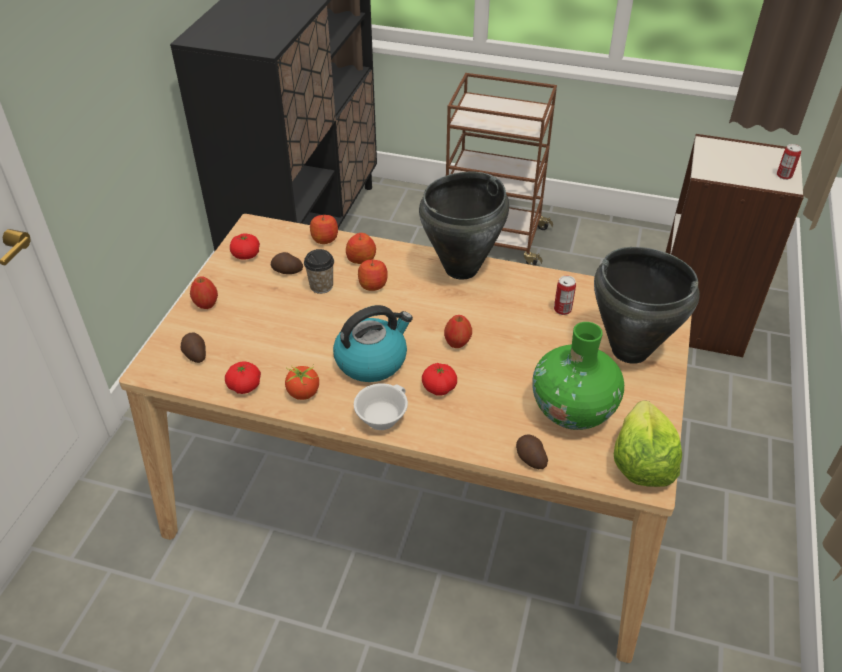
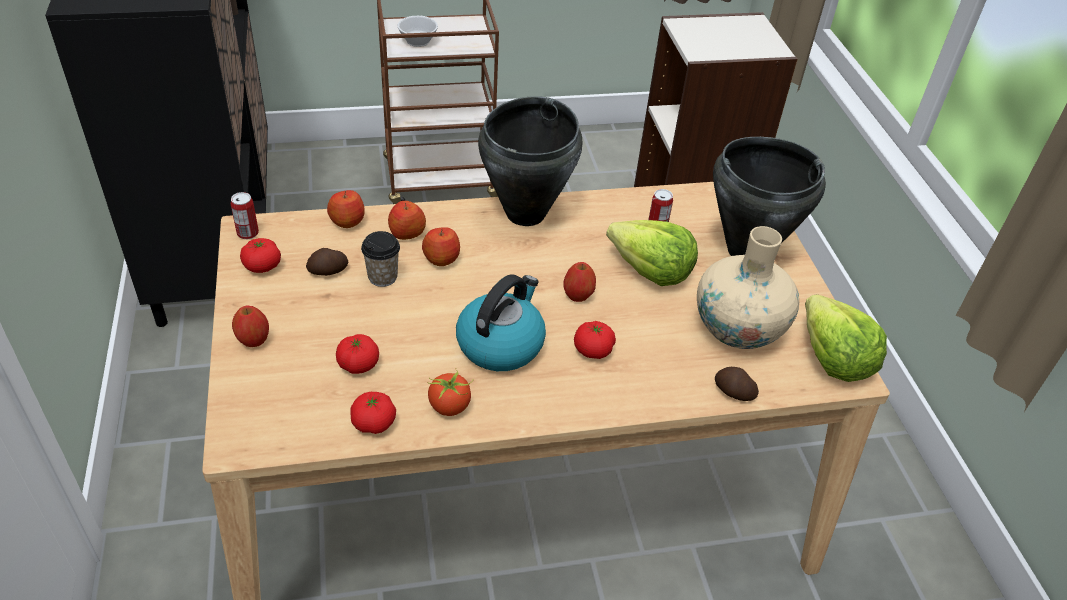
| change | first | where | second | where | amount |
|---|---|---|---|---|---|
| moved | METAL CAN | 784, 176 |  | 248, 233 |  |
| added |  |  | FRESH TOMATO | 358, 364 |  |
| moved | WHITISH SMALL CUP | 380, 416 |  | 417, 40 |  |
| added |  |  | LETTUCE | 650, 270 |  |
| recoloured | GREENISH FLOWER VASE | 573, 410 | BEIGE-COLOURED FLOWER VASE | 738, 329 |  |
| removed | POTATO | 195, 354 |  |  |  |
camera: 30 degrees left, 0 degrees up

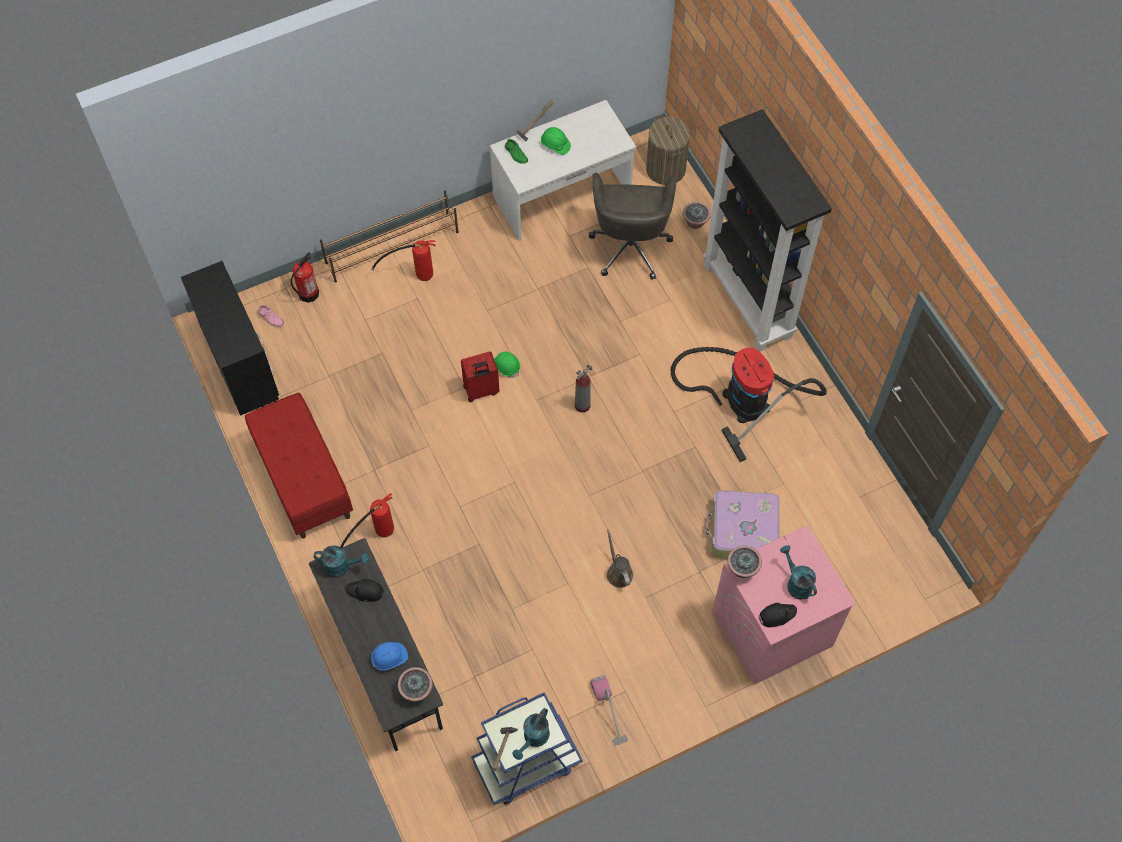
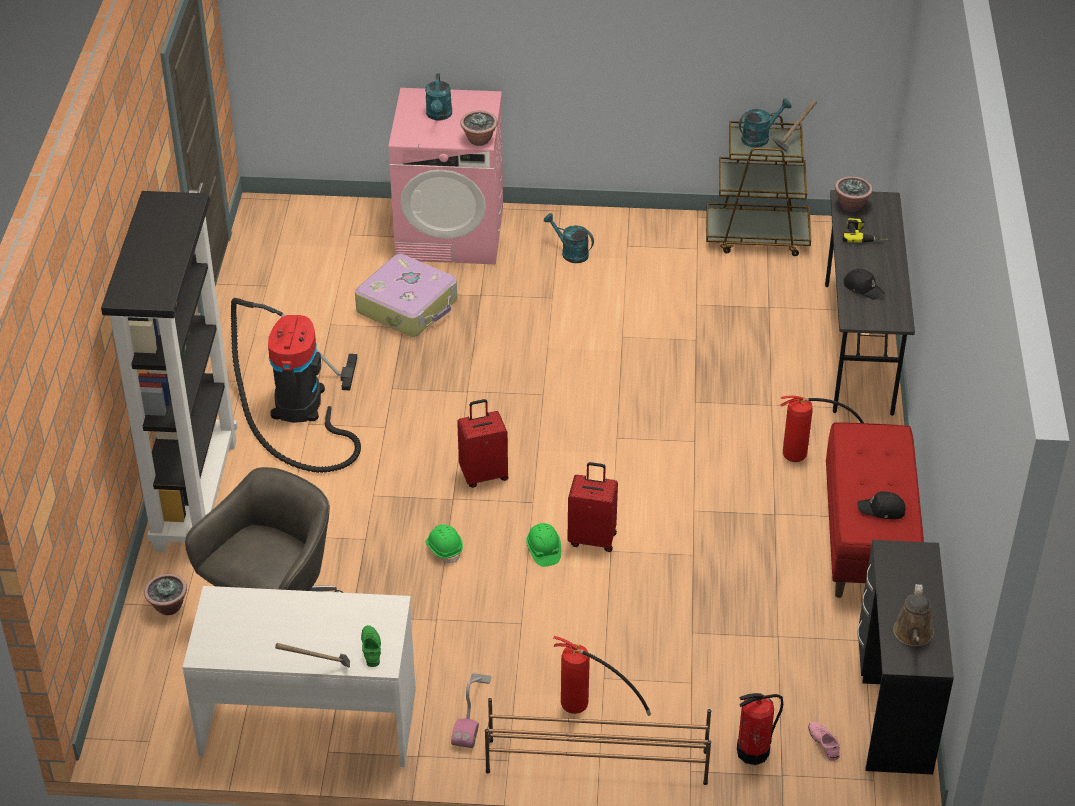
| change | first | where | second | where | amount |
|---|---|---|---|---|---|
| moved | GREENISH SAFETY HELMET | 555, 145 |  | 444, 549 |  |
| moved | VACUUM CLEANER | 609, 711 |  | 472, 712 |  |
| replaced | FIRE-FIGHTING CYLINDER | 582, 405 | RED-COLOURED PIECE OF LUGGAGE | 483, 474 |  |
| moved | BLUE-GREEN SPRINKLING CAN | 341, 566 |  | 570, 253 |  |
| recoloured | BLUE-COLOURED CART | 526, 763 | BROWN-COLOURED CART | 757, 236 |  |
| replaced | BLUE-COLOURED SAFETY HELMET | 390, 658 | DRILL | 865, 234 |  |
| moved | BLACKISH PEAKED CAP | 776, 615 |  | 882, 510 |  |
| moved | BROWN-COLOURED SPRINKLING CAN | 618, 572 |  | 913, 635 |  |
| removed | WASHING BASKET | 665, 169 |  |  |  |
camera: 150 degrees left, 20 degrees down

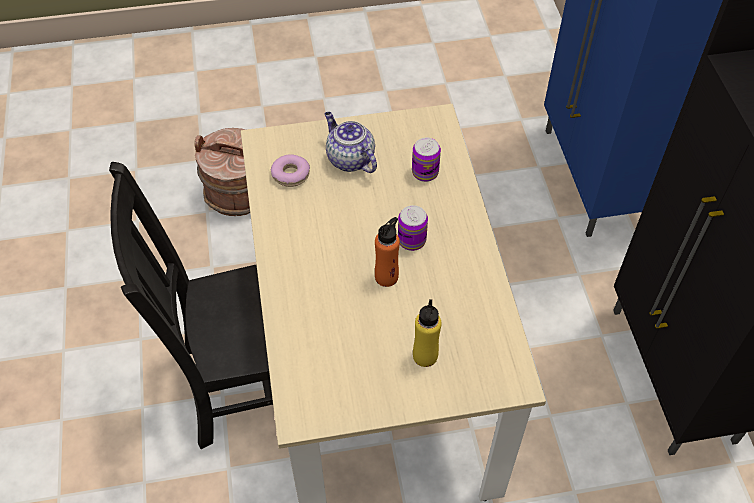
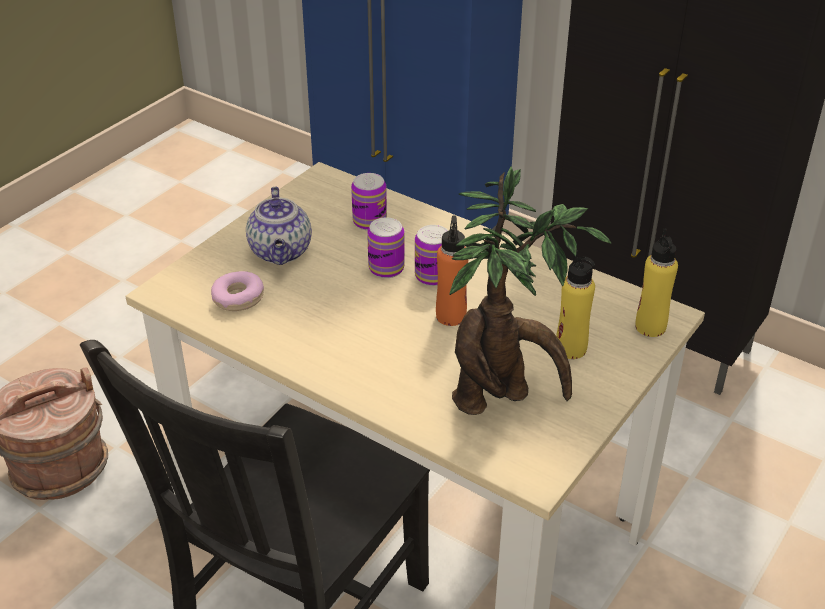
| change | first | where | second | where | amount |
|---|---|---|---|---|---|
| turned | TEA POT | 349, 159 |  | 281, 252 | 105 degrees counterclockwise |
| added |  |  | METAL CAN | 386, 268 |  |
| added |  |  | POTTED PLANT | 502, 398 |  |
| added |  |  | YELLOWISH BOTTLE | 650, 327 |  |
camera: 45 degrees left, 15 degrees down

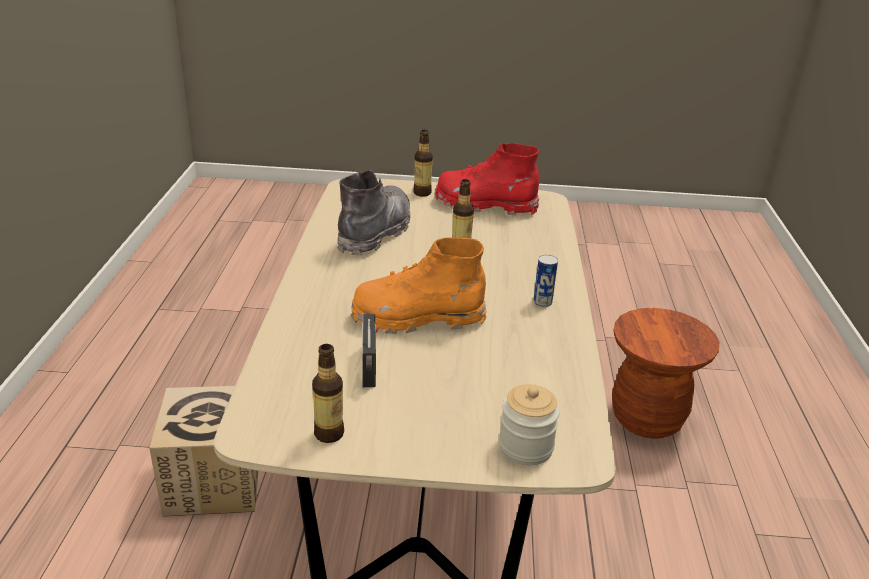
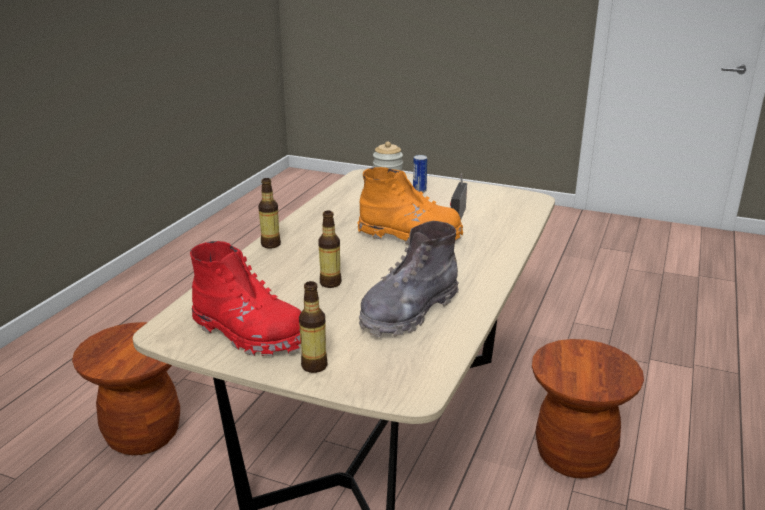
| change | first | where | second | where | amount |
|---|---|---|---|---|---|
| moved | BOTTLE | 329, 434 |  | 270, 244 |  |
| moved | METAL CAN | 542, 302 |  | 419, 191 |  |
| replaced | PACKING BOX | 214, 481 | BROWN-COLOURED STOOL SEAT | 574, 456 |  |
camera: 160 degrees left, 5 degrees down

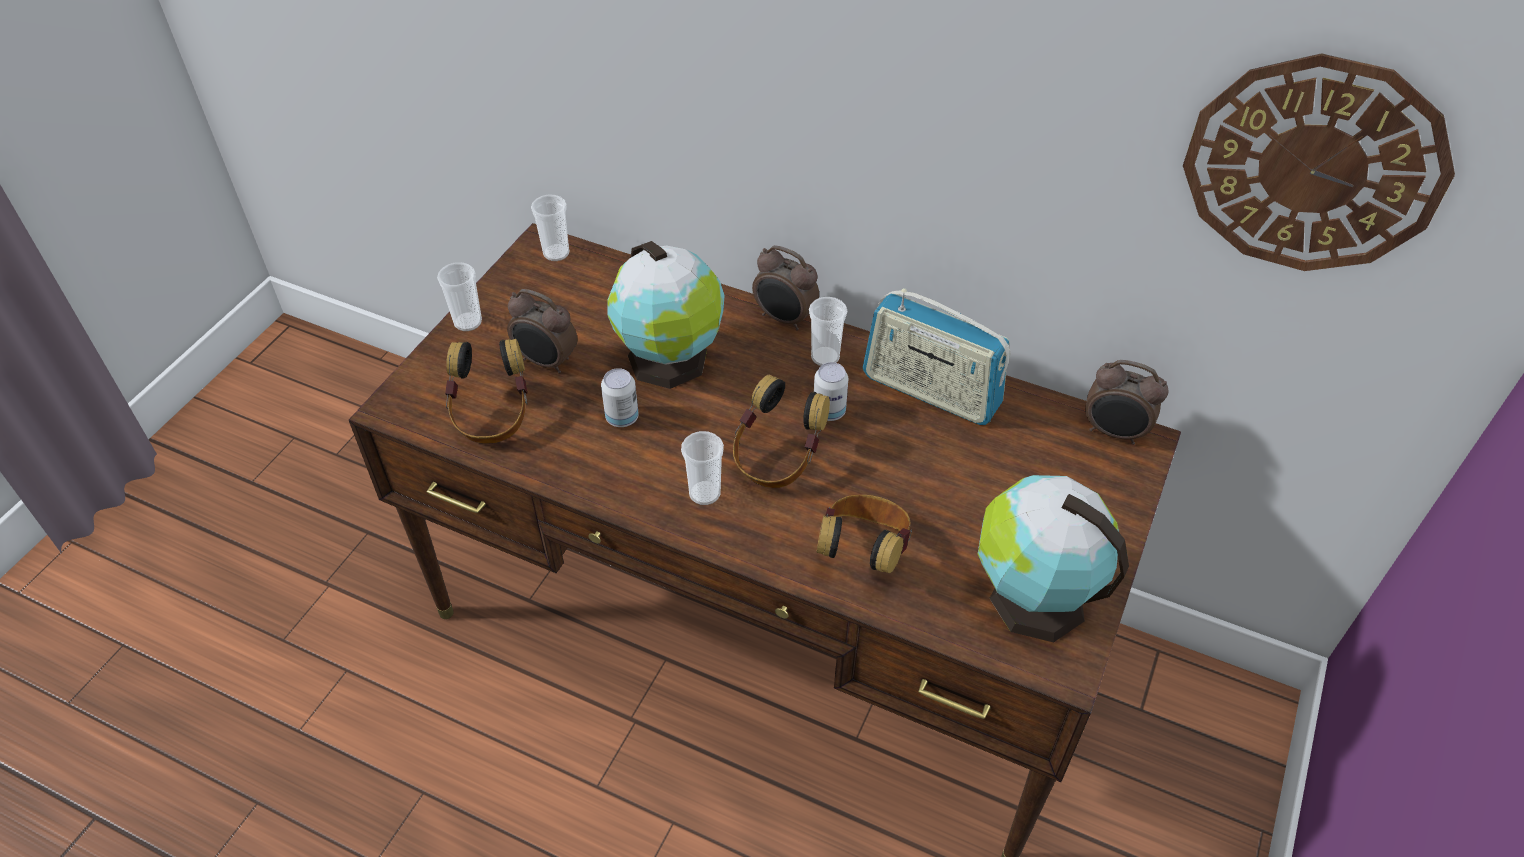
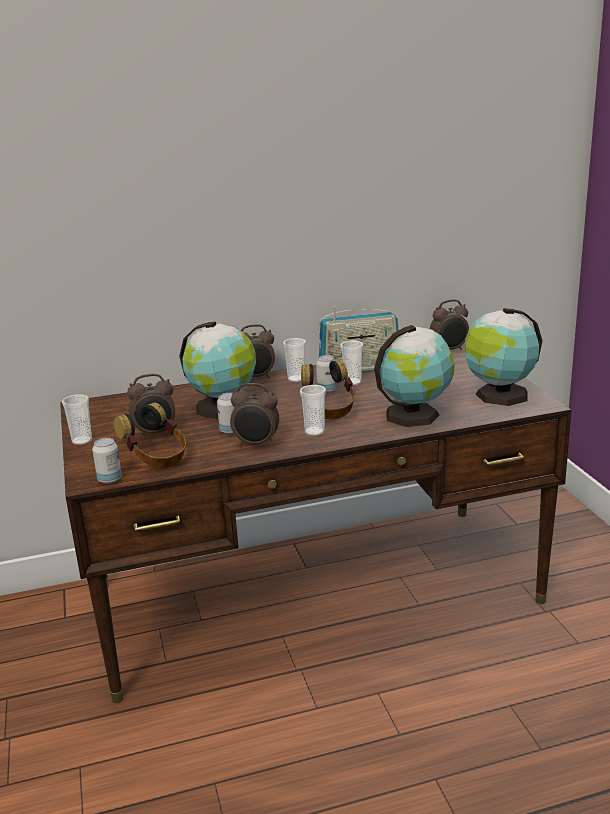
| change | first | where | second | where | amount |
|---|---|---|---|---|---|
| added |  |  | METAL CAN | 109, 479 |  |
| added |  |  | TABLE CLOCK | 256, 444 |  |
| moved | SMALL CUP | 556, 253 |  | 352, 382 |  |
| replaced | HEADSET | 863, 551 | DESK GLOBE | 414, 414 |  |
| removed | WALL CLOCK | 1313, 166 |  |  |  |
camera: 40 degrees left, 25 degrees down

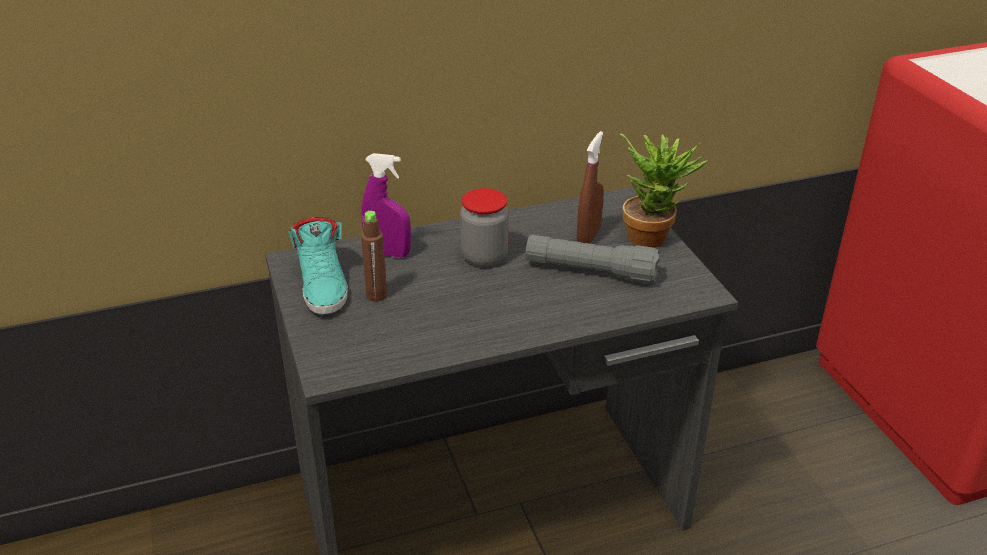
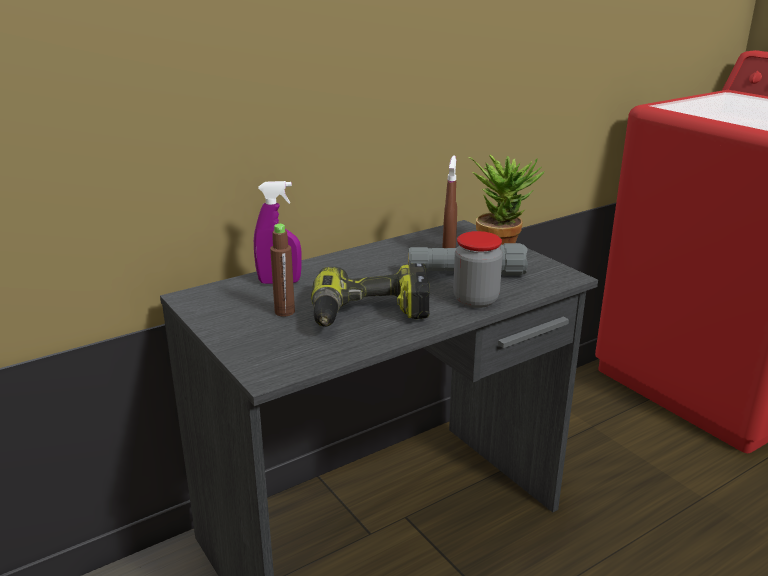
| change | first | where | second | where | amount |
|---|---|---|---|---|---|
| added |  |  | DRILL | 369, 314 |  |
| moved | JAR | 484, 257 |  | 475, 300 |  |
| removed | BLUE-GREEN LOW SHOE | 323, 284 |  |  |  |
camera: 15 degrees left, 10 degrees down

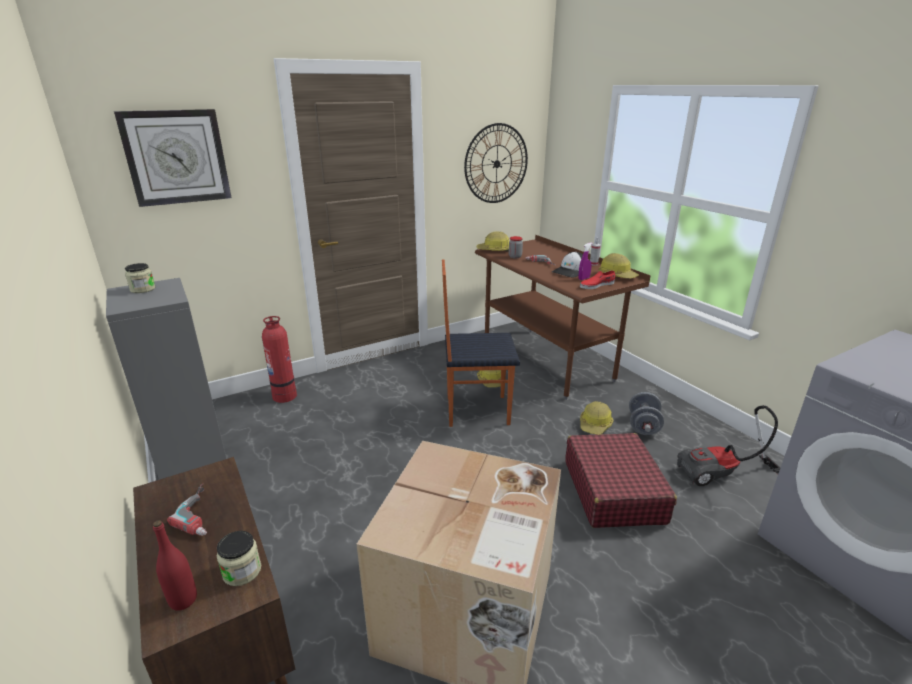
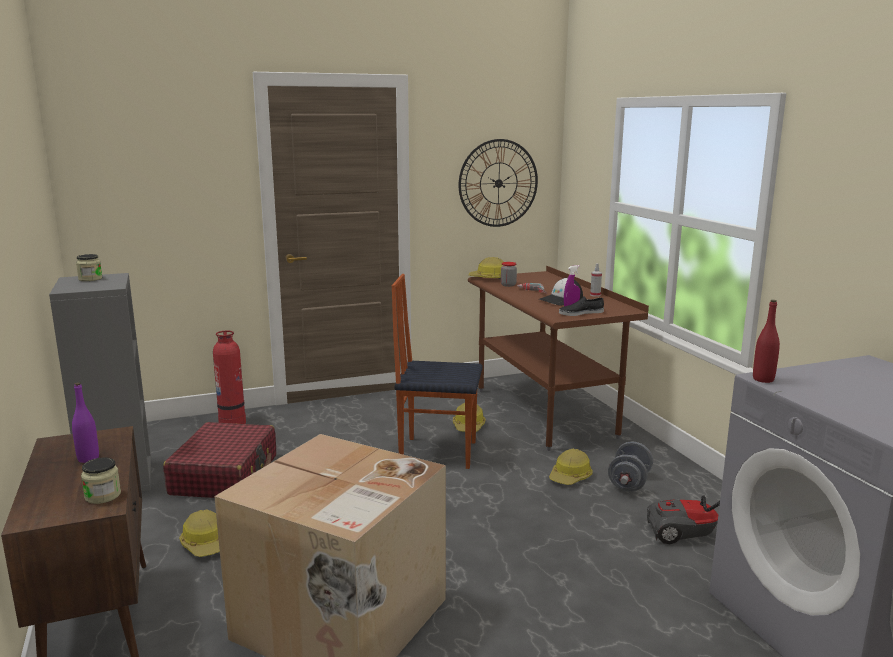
| change | first | where | second | where | amount |
|---|---|---|---|---|---|
| replaced | DRILL | 203, 513 | PURPLE-COLOURED BOTTLE | 88, 458 |  |
| moved | RED-COLOURED PIECE OF LUGGAGE | 613, 491 |  | 225, 475 |  |
| moved | SAFETY HELMET | 617, 275 |  | 206, 544 |  |
| recoloured | RED-COLOURED LOW SHOE | 596, 285 | BLACKISH LOW SHOE | 580, 313 |  |
| moved | RED-COLOURED BOTTLE | 183, 600 |  | 763, 379 |  |
| removed | WALL CLOCK | 176, 157 |  |  |  |
camera: 10 degrees right, 10 degrees down

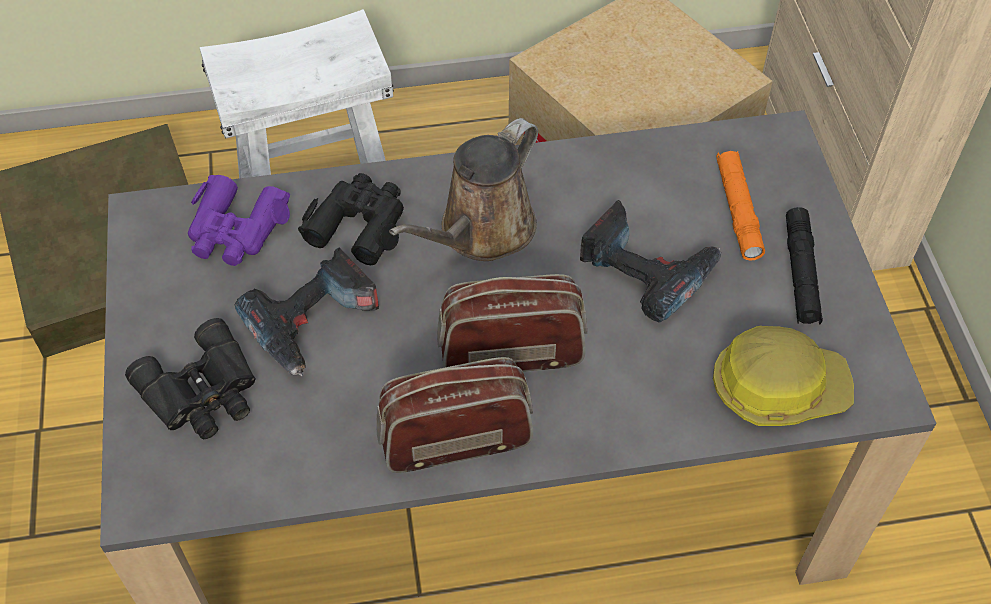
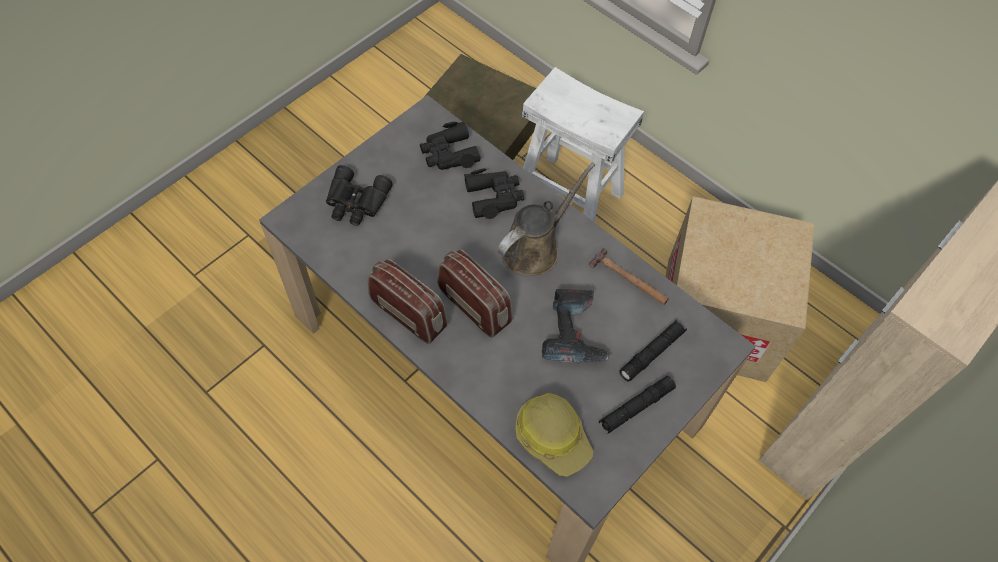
| change | first | where | second | where | amount |
|---|---|---|---|---|---|
| recoloured | PURPLE-COLOURED FIELD GLASSES | 236, 230 | BLACKISH FIELD GLASSES | 449, 153 |  |
| turned | BROWN-COLOURED SPRINKLING CAN | 481, 231 |  | 534, 248 | 135 degrees clockwise |
| added |  |  | TOOL HAMMER | 629, 280 |  |
| recoloured | ORANGE-COLOURED FLASHLIGHT | 738, 210 | BLACKISH FLASHLIGHT | 652, 353 |  |
| removed | DRILL | 313, 323 |  |  |  |
camera: 50 degrees right, 5 degrees up

